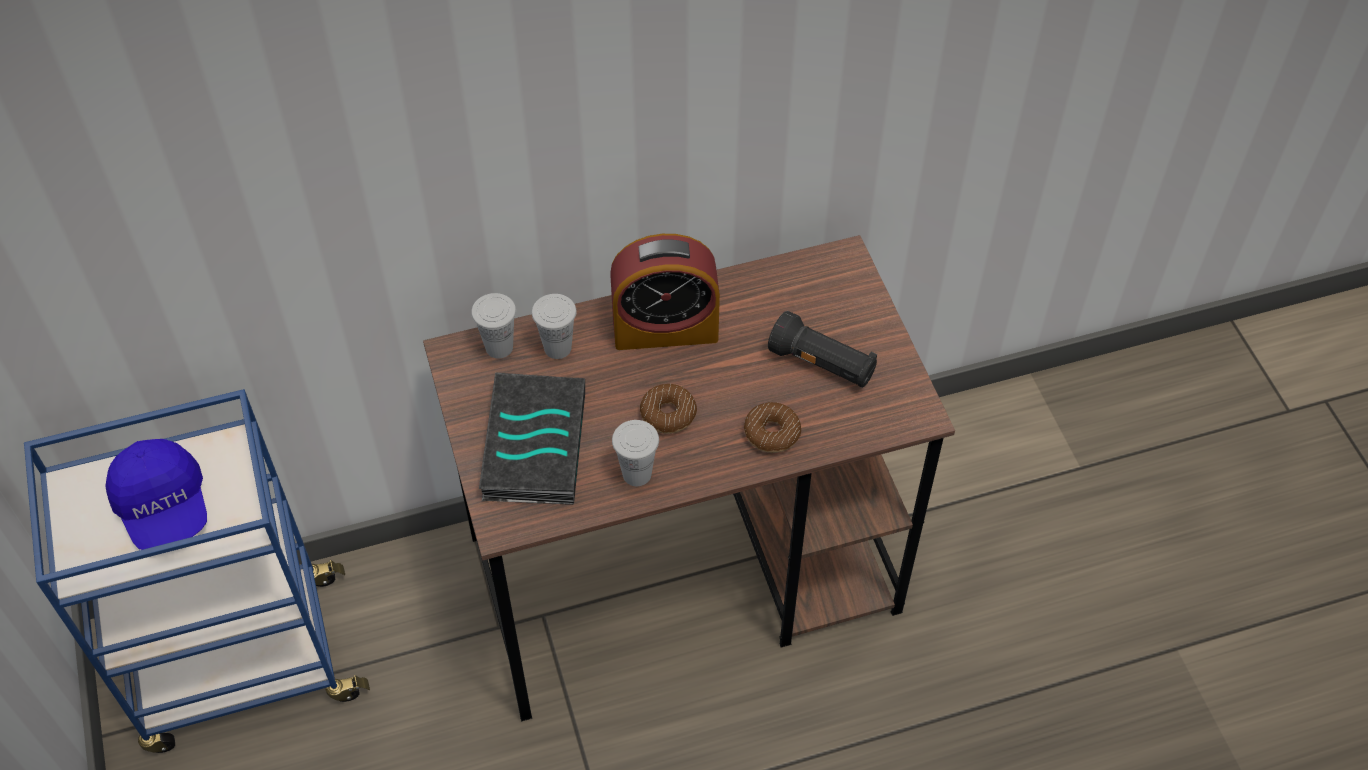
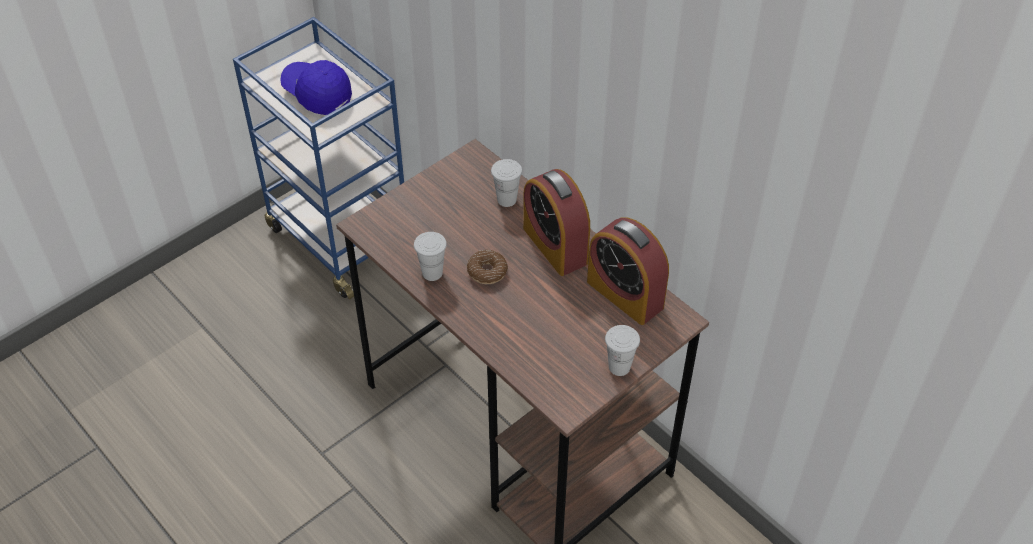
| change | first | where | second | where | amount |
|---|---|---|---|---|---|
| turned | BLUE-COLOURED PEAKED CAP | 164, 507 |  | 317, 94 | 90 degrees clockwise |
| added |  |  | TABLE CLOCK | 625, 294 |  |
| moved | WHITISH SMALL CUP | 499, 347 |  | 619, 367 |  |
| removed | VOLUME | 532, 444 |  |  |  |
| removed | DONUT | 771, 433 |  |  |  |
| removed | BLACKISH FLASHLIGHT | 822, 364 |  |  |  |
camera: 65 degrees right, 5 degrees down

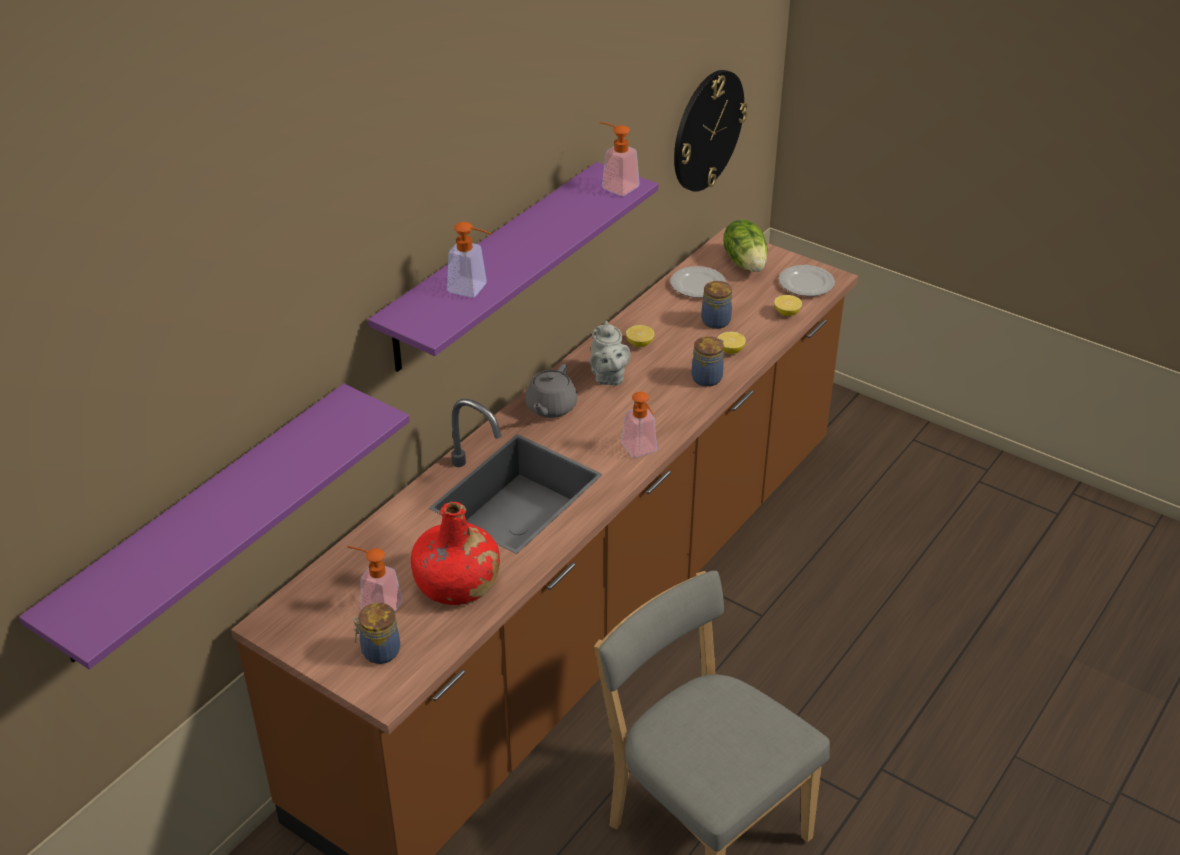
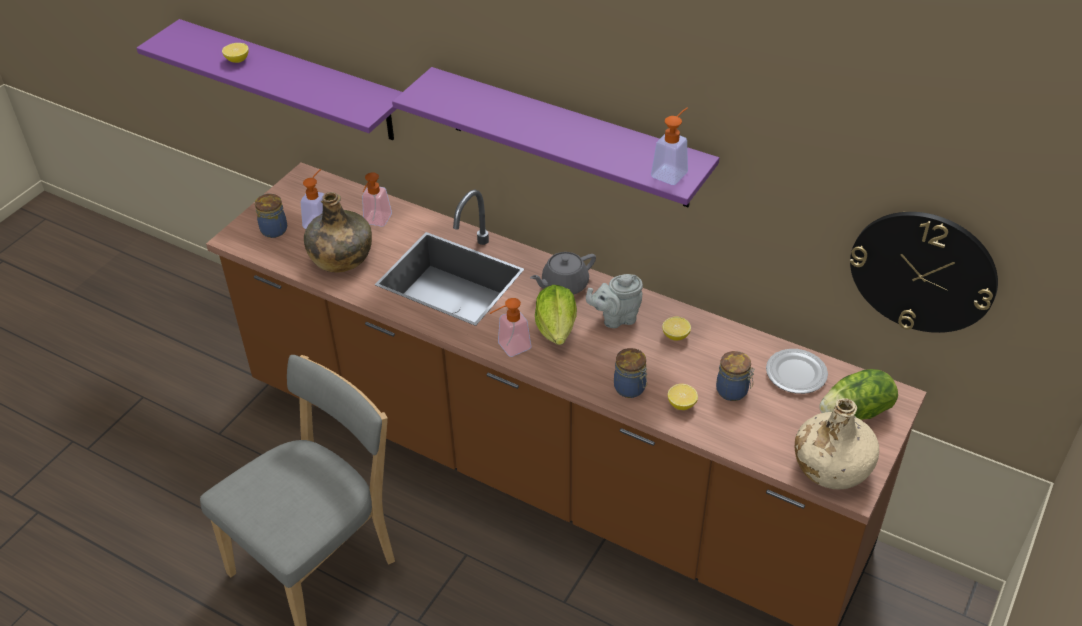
| change | first | where | second | where | amount |
|---|---|---|---|---|---|
| moved | LEMON | 787, 313 |  | 237, 60 |  |
| recoloured | RED-COLOURED BOTTLE | 457, 584 | GREENISH BOTTLE | 340, 257 |  |
| moved | SOAP BOTTLE | 473, 289 |  | 375, 222 |  |
| turned | GRAY TEA POT | 550, 407 |  | 564, 285 | 45 degrees counterclockwise |
| added |  |  | LETTUCE | 556, 328 |  |
| replaced | FLAT DISH | 805, 283 | BEIGE-COLOURED BOTTLE | 831, 466 |  |
camera: 85 degrees right, 5 degrees up

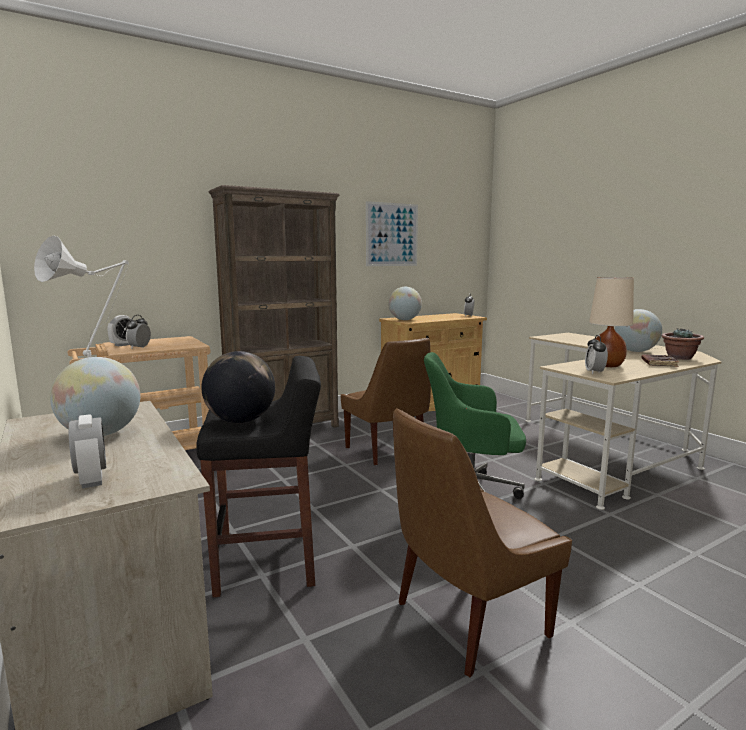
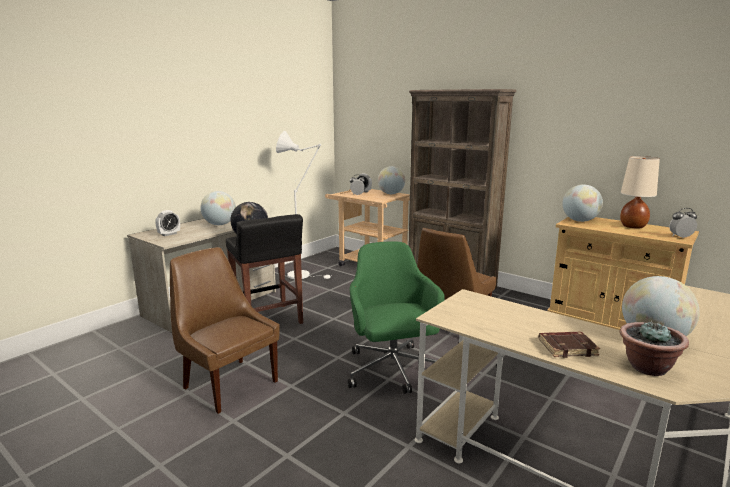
| change | first | where | second | where | amount |
|---|---|---|---|---|---|
| added |  |  | DESK GLOBE | 391, 194 |  |
| moved | BEIGE-COLOURED LAMP FOR A TABLE | 607, 365 |  | 633, 226 |  |
| removed | PICTURE | 392, 234 |  |  |  |
| removed | TABLE CLOCK | 594, 372 |  |  |  |
camera: 70 degrees right, 5 degrees up

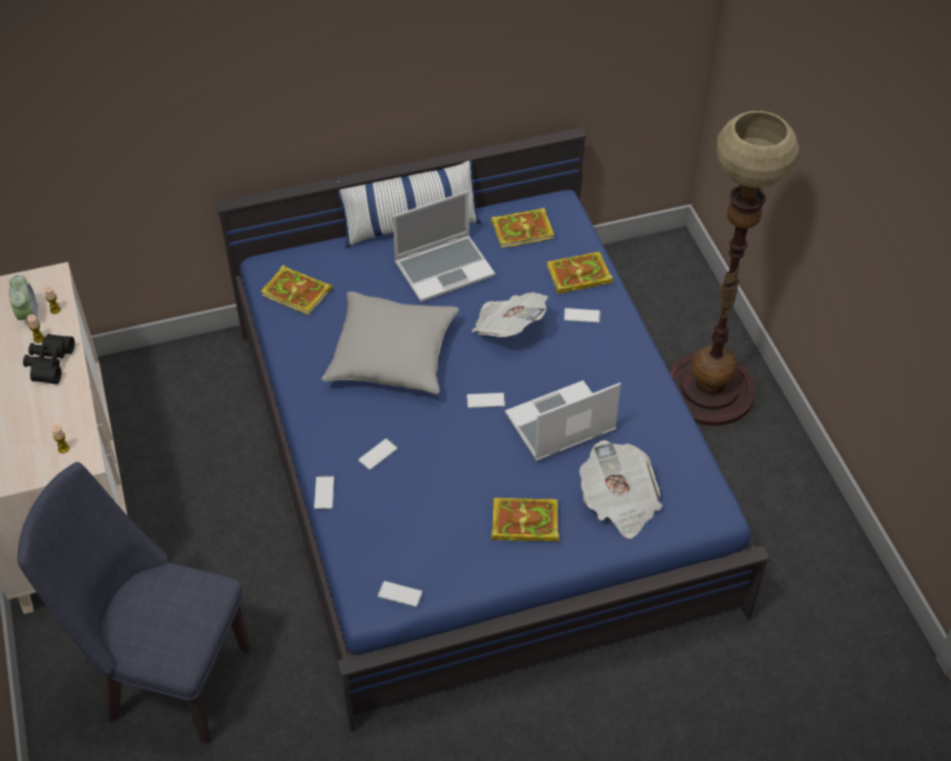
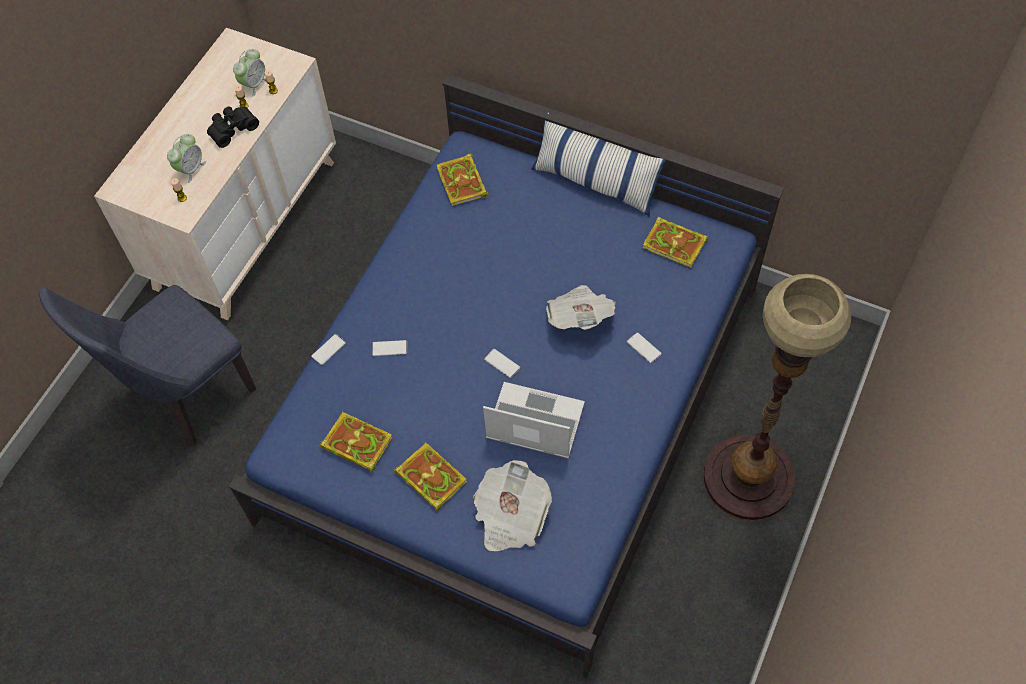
| change | first | where | second | where | amount |
|---|---|---|---|---|---|
| turned | BLUE-COLOURED PLAIN CHAIR | 167, 678 |  | 186, 398 | 105 degrees counterclockwise |
| added |  |  | TABLE CLOCK | 190, 169 |  |
| moved | VOLUME | 577, 276 |  | 355, 443 |  |
| removed | GRAY THROW PILLOW | 392, 356 |  |  |  |
| removed | PHONE | 400, 594 |  |  |  |
| removed | PORTABLE COMPUTER | 445, 269 |  |  |  |
camera: 45 degrees right, 10 degrees up

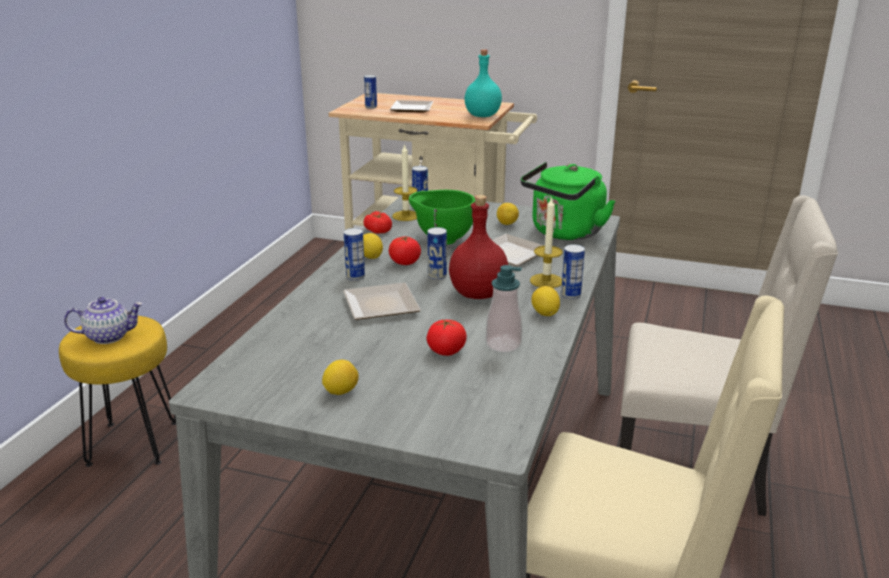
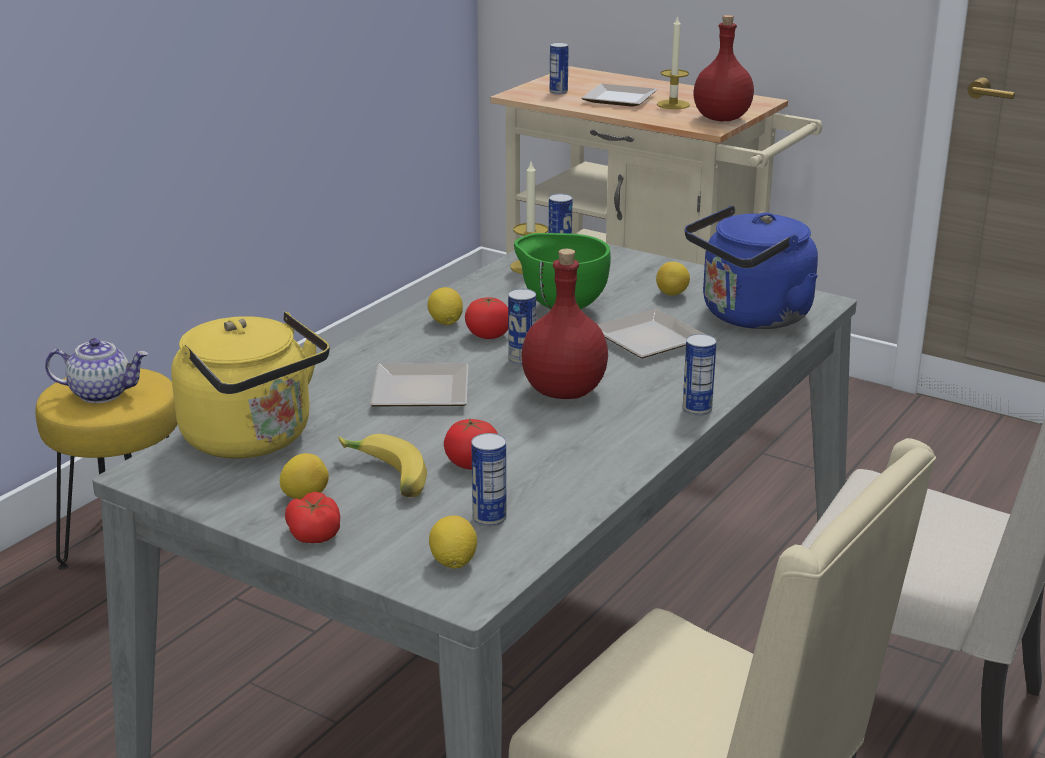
| change | first | where | second | where | amount |
|---|---|---|---|---|---|
| added |  |  | YELLOWISH KETTLE | 253, 440 |  |
| moved | FRESH TOMATO | 378, 230 |  | 314, 533 |  |
| added |  |  | BANANA FRUIT | 383, 477 |  |
| moved | LEMON | 545, 314 |  | 453, 562 |  |
| moved | METAL CAN | 355, 277 |  | 489, 518 |  |
| moved | WAX LIGHT | 546, 281 |  | 673, 104 |  |
| recoloured | GREENISH KETTLE | 564, 233 | BLUE-COLOURED KETTLE | 751, 317 |  |
| recoloured | BLUE-GREEN BOTTLE | 482, 116 | RED-COLOURED BOTTLE | 721, 119 |  |
| removed | SOAP BOTTLE | 503, 345 |  |  |  |
camera: 15 degrees right, 0 degrees up

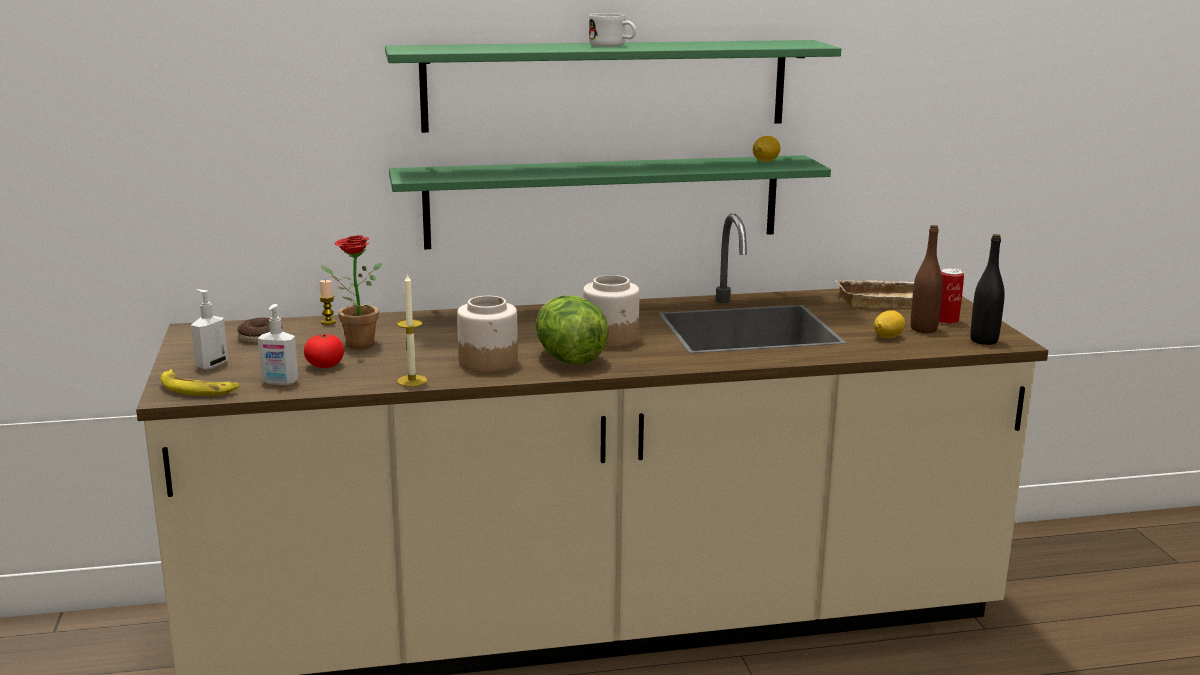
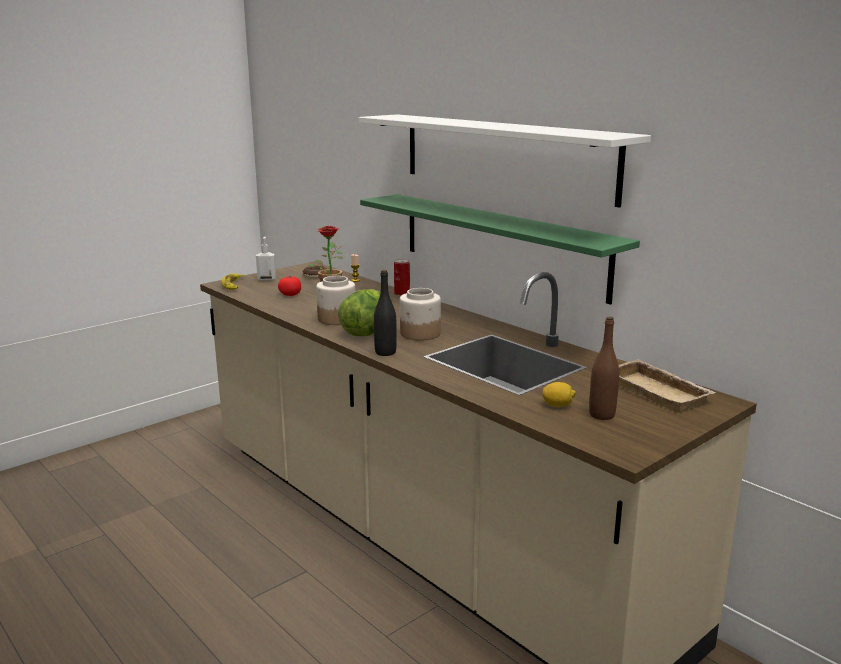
| change | first | where | second | where | amount |
|---|---|---|---|---|---|
| recoloured | GREENISH WALL SHELF | 606, 85 | WHITISH WALL SHELF | 504, 156 |  |
| moved | BLACKISH BOTTLE | 984, 340 |  | 385, 352 |  |
| moved | METAL CAN | 946, 320 |  | 402, 293 |  |
| removed | SOAP BOTTLE | 279, 382 |  |  |  |
| removed | WAX LIGHT | 412, 381 |  |  |  |
| removed | WHITISH TEA MUG | 613, 45 |  |  |  |
| removed | LEMON | 765, 161 |  |  |  |
camera: 60 degrees right, 0 degrees up

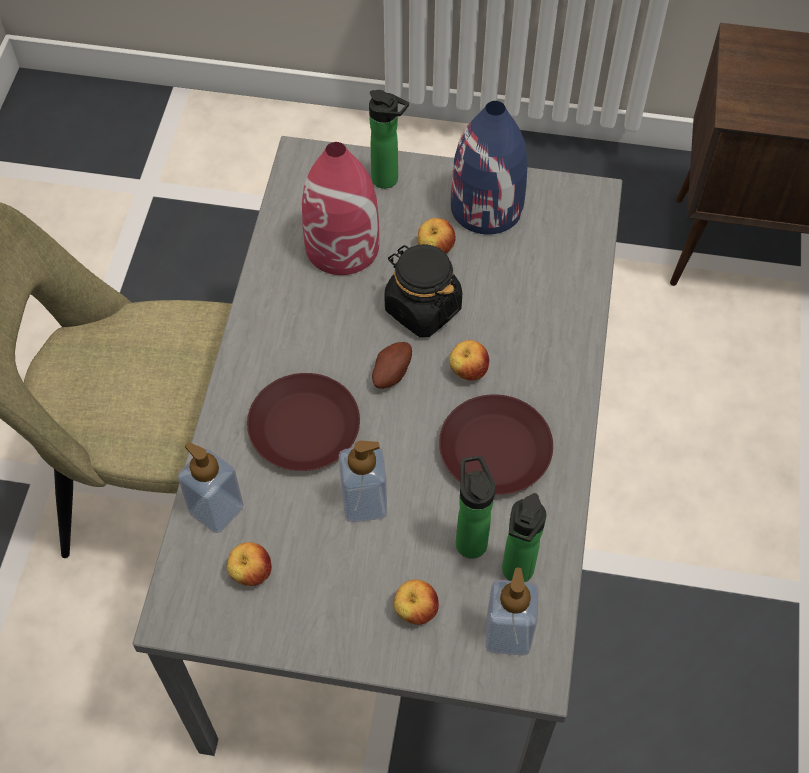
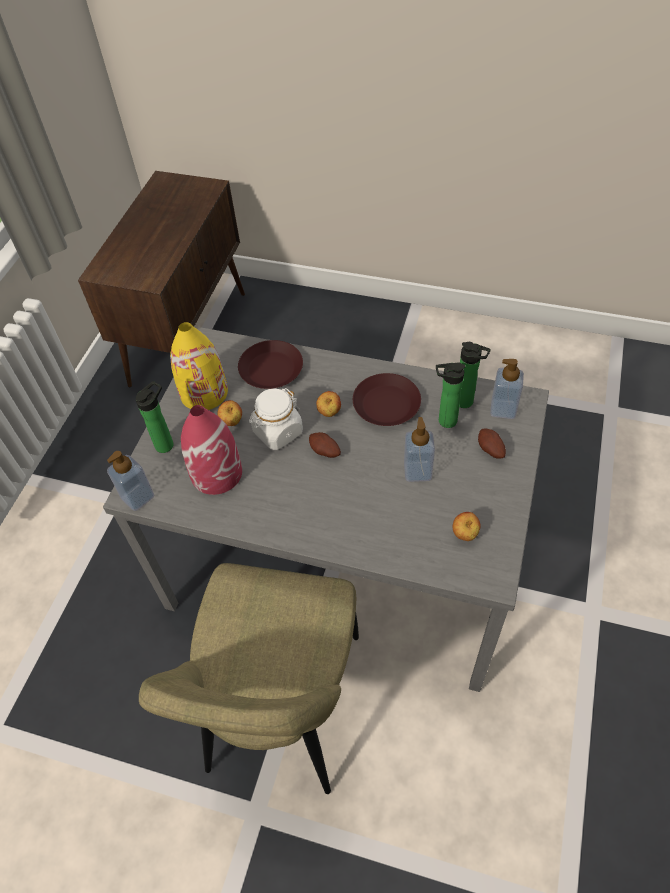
| change | first | where | second | where | amount |
|---|---|---|---|---|---|
| moved | SOAP BOTTLE | 216, 509 |  | 138, 497 |  |
| recoloured | BLUE-COLOURED FLOWER VASE | 487, 207 | YELLOWISH FLOWER VASE | 204, 392 |  |
| moved | BROWN-COLOURED FLAT DISH | 304, 429 |  | 272, 369 |  |
| recoloured | BLACKISH JAR | 422, 308 | WHITISH JAR | 277, 432 |  |
| replaced | WHOLE APPLE | 415, 611 | POTATO | 490, 450 |  |
camera: 80 degrees left, 5 degrees down

